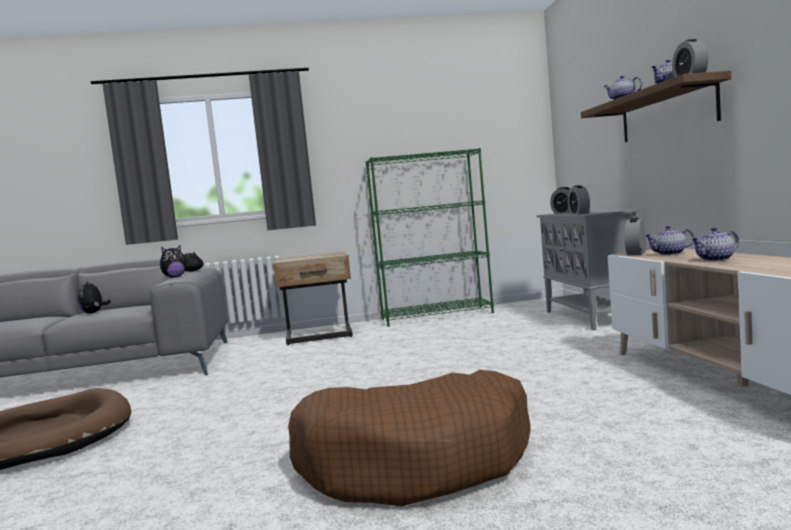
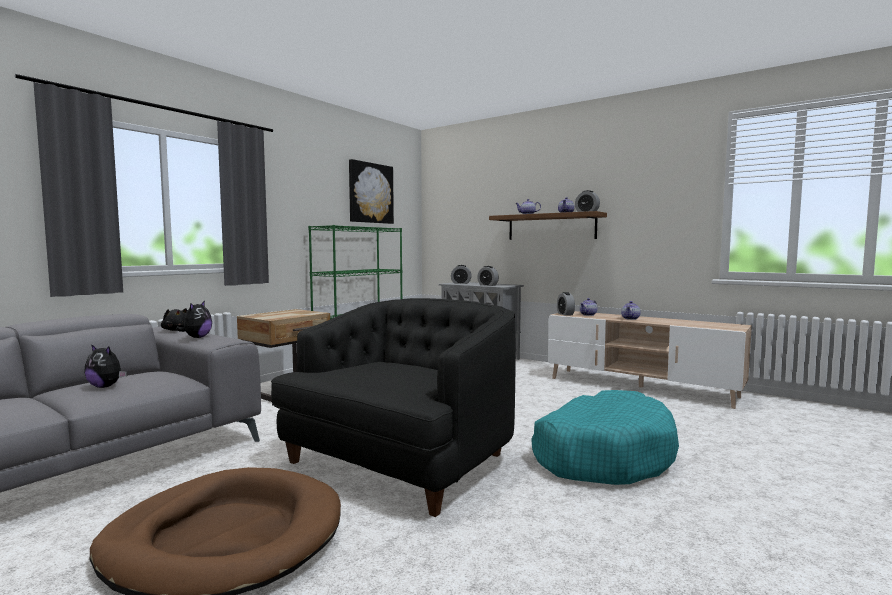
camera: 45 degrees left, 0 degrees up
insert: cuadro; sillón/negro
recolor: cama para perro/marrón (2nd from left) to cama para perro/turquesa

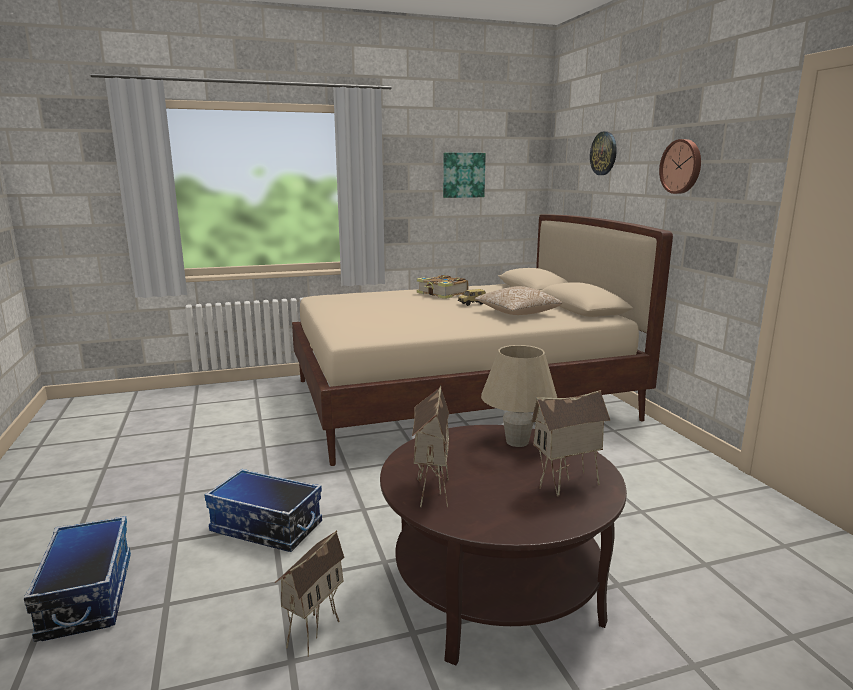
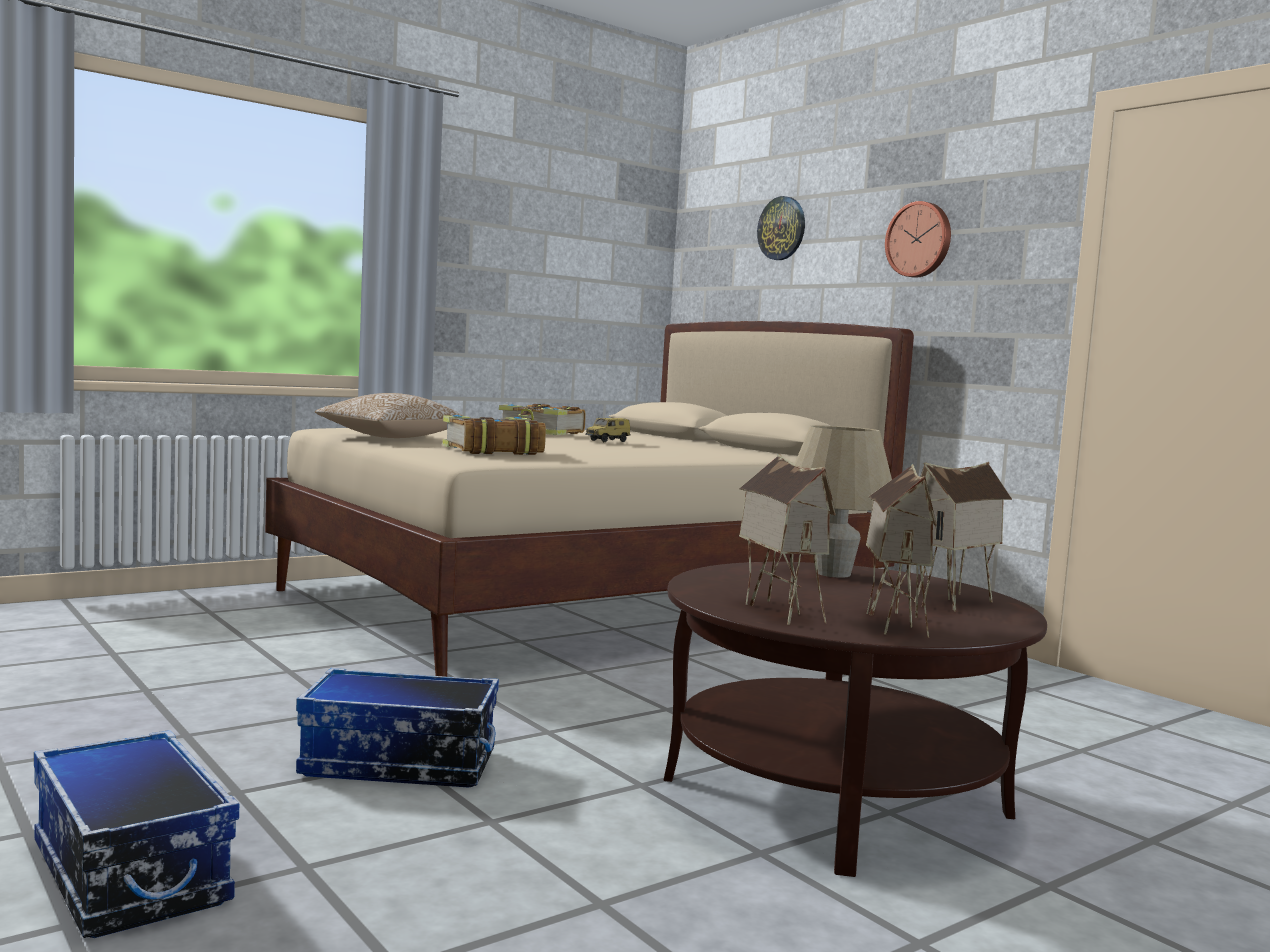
camera: 20 degrees left, 10 degrees down
delete: cuadro
insert: libro (1st from left)
move: cojín; casita (1st from left in the first image) to casita (2nd from left)

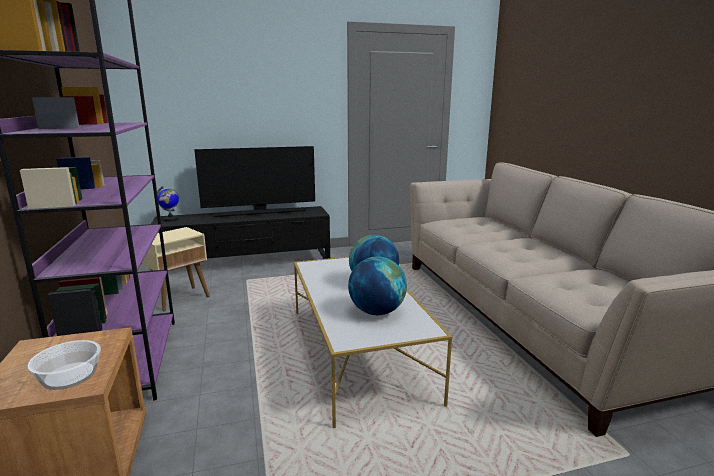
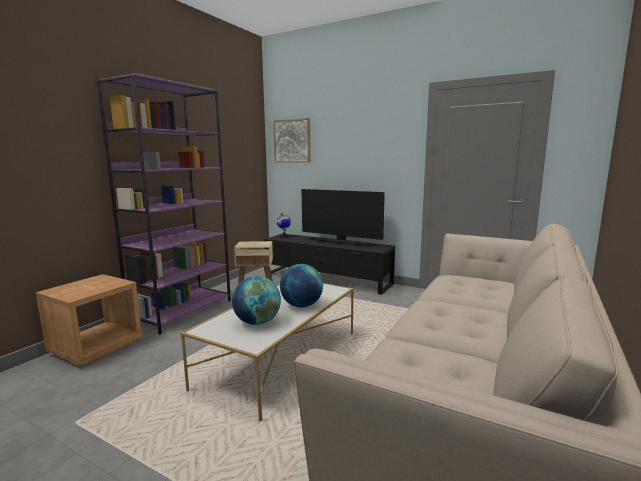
camera: 45 degrees right, 5 degrees down
delete: cuenco
insert: cuadro

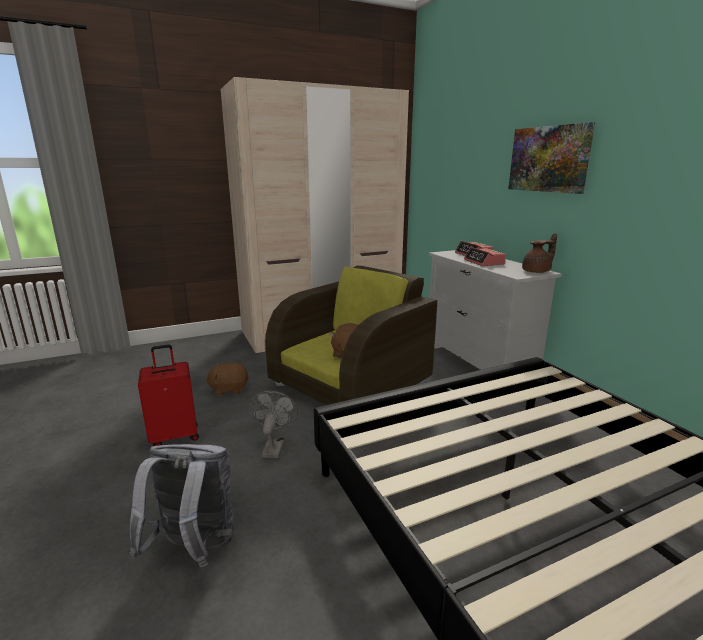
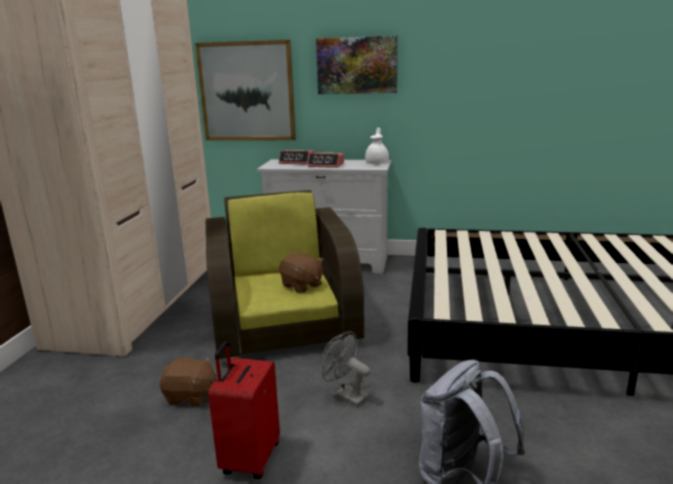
camera: 55 degrees left, 0 degrees up
insert: cuadro (1st from left)
recolor: tetera/marrón to tetera/blanco
rotate: peluche/marrón (1st from left) 105 degrees counterclockwise

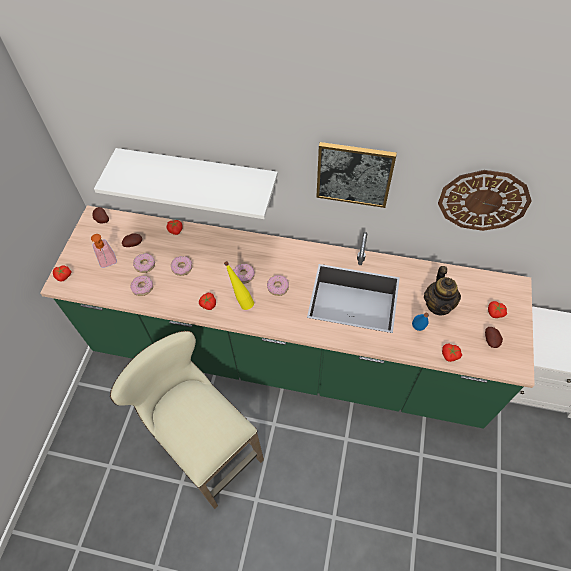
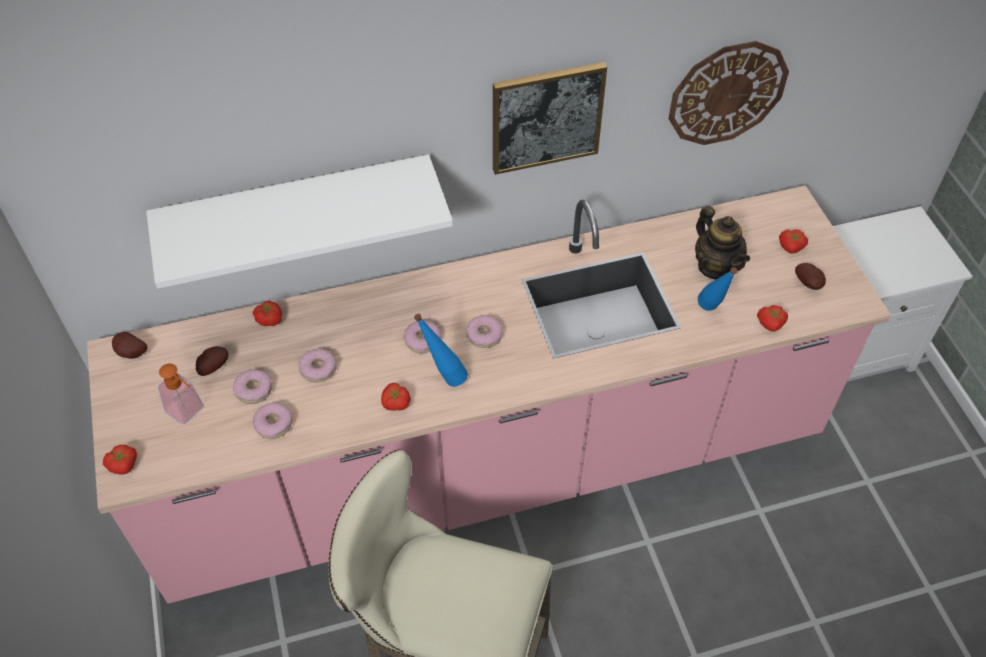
camera: 30 degrees left, 5 degrees down
recolor: mueble bajo de cocina/verde to mueble bajo de cocina/rosa; botella/amarillo to botella/azul (1st from left)

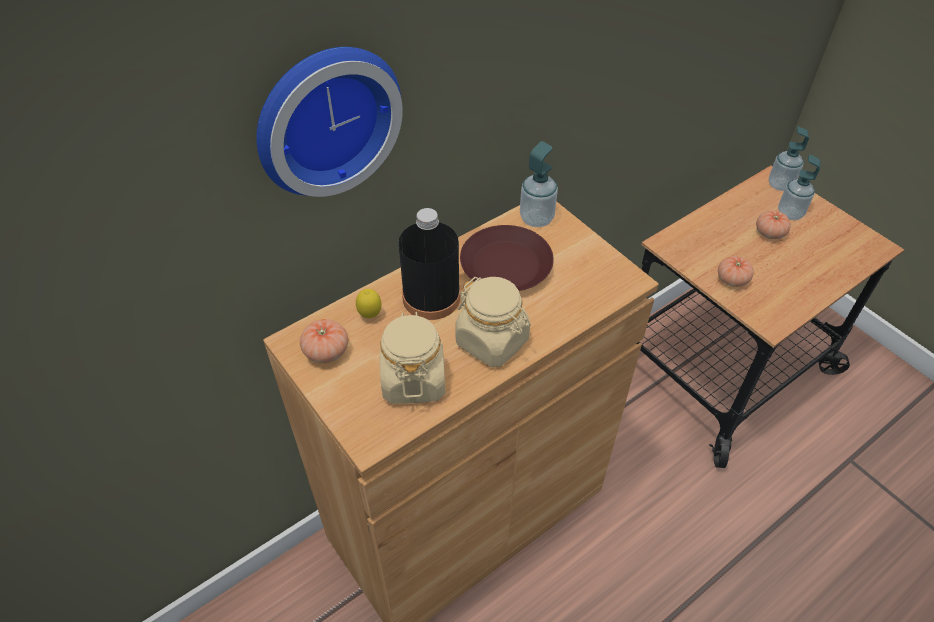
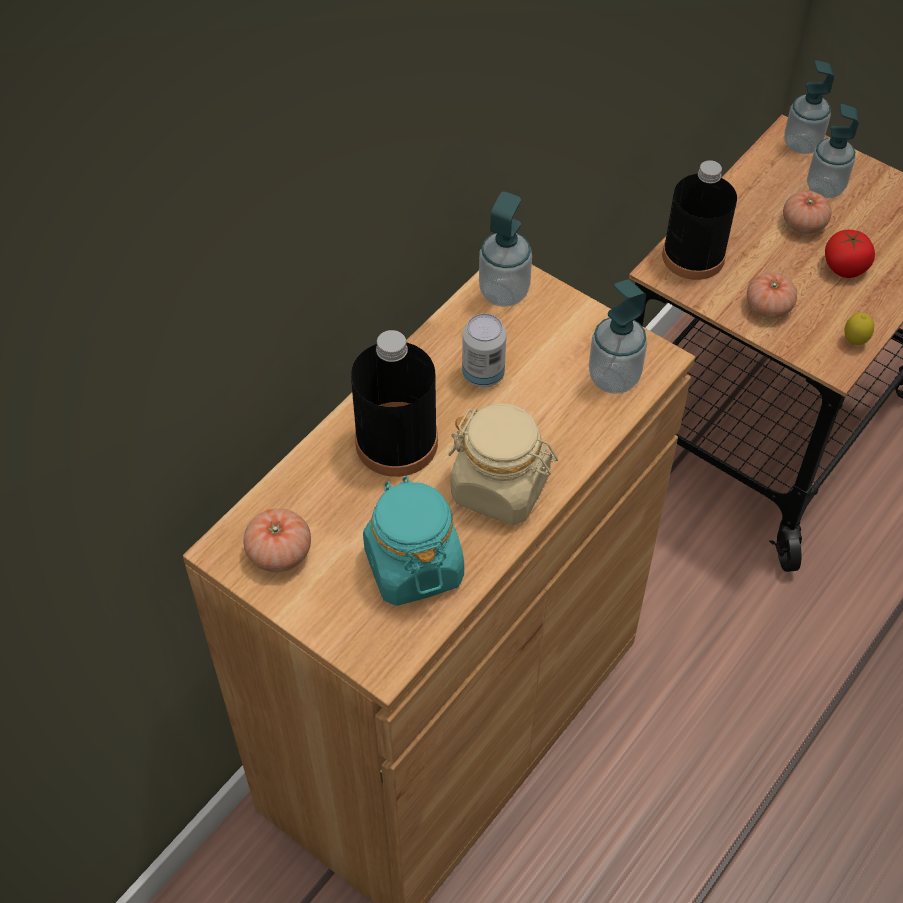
camera: 15 degrees left, 5 degrees up
delete: reloj de pared
insert: botella/negro (2nd from left); tomate (4th from left); dispensador de jabón (2nd from left)
move: limón
replace: plato/marrón to lata
recolor: tarro/beis (1st from left) to tarro/turquesa

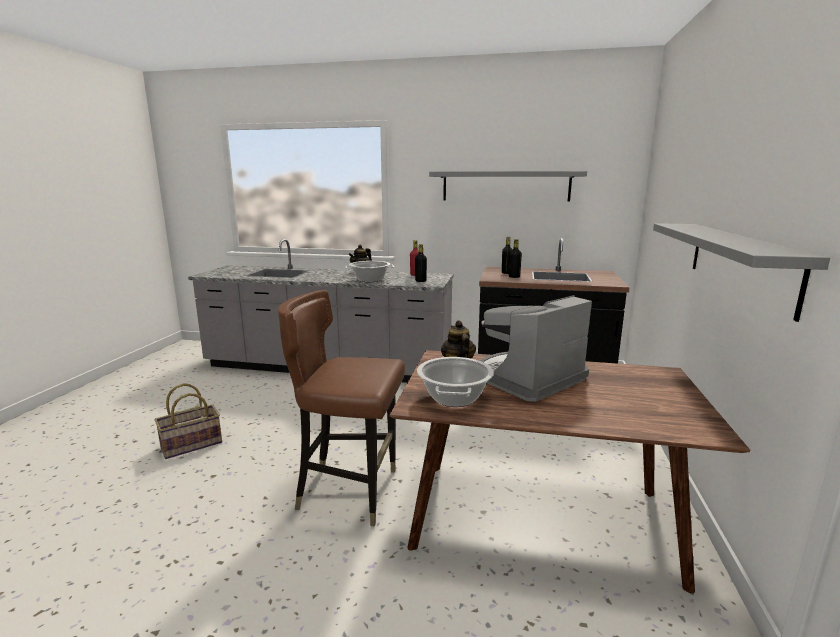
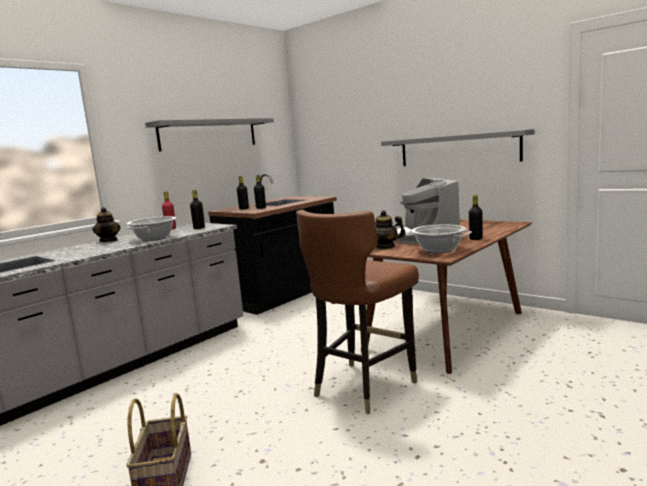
camera: 60 degrees left, 5 degrees down
insert: botella/negro (4th from left)

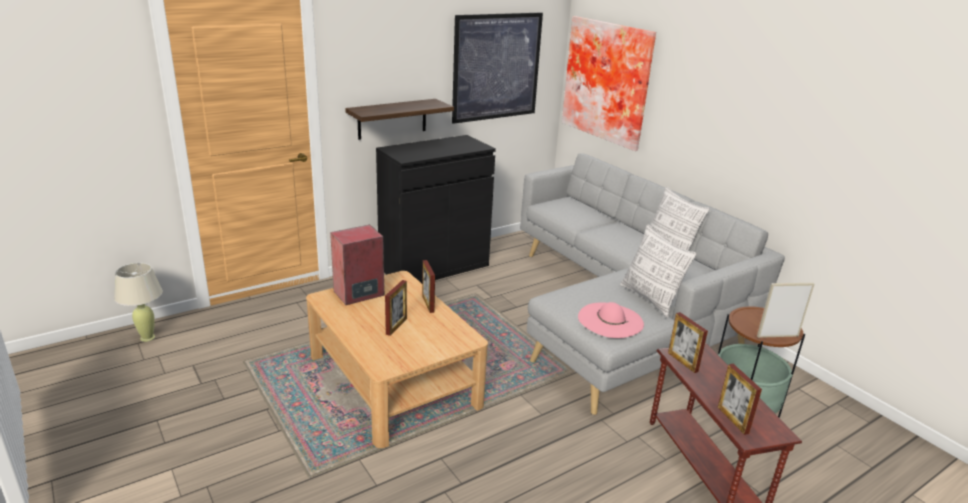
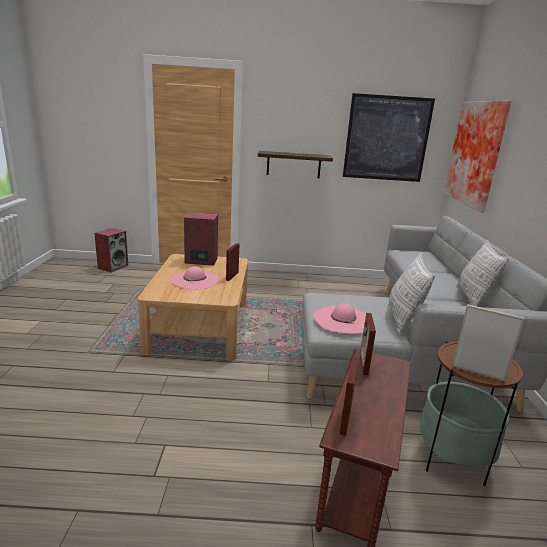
camera: 35 degrees right, 5 degrees down
delete: armario/negro
replace: lámpara de mesa/beis to altavoz (1st from left); portarretratos (1st from left) to sombrero/rosa (1st from left)

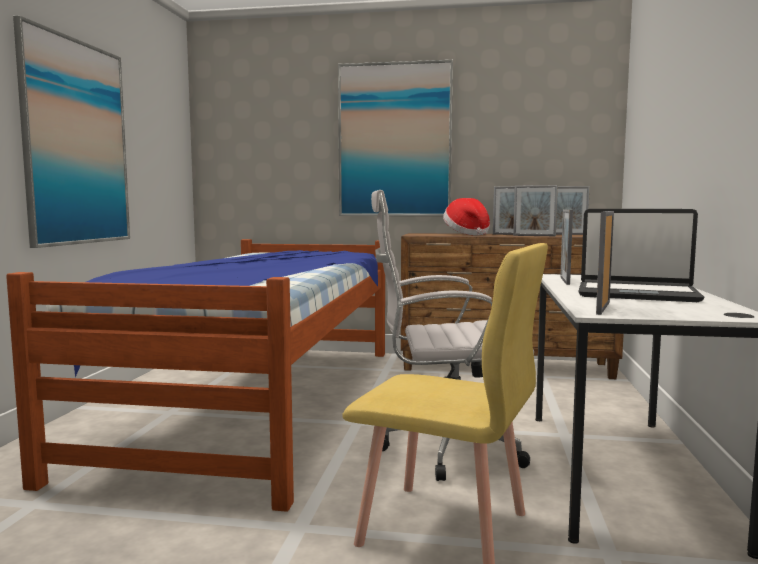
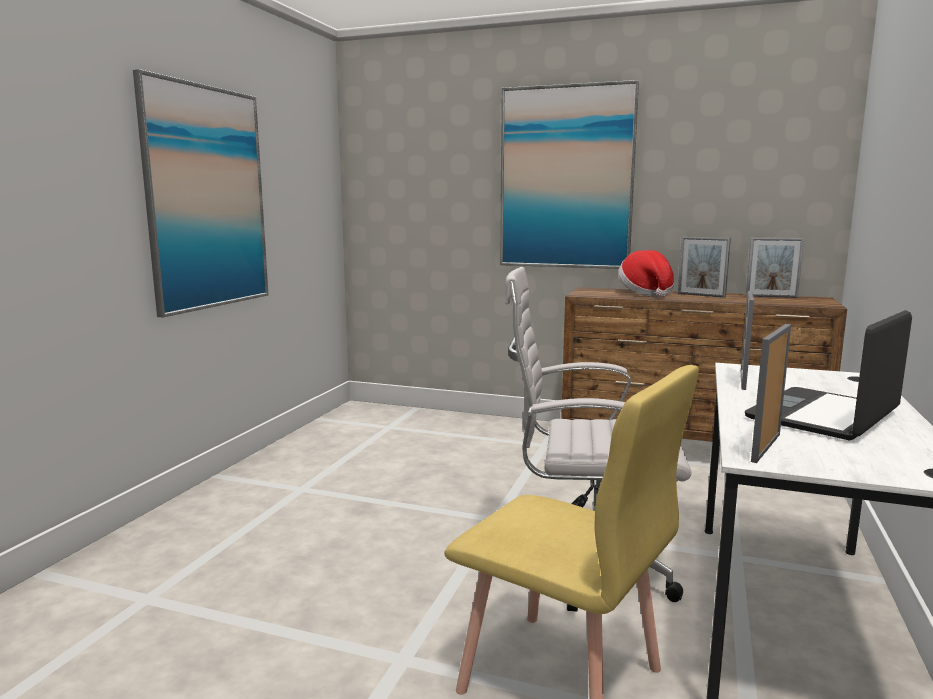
camera: 10 degrees right, 5 degrees up
delete: portarretratos (2nd from left); cama
rotate: portátil 105 degrees clockwise

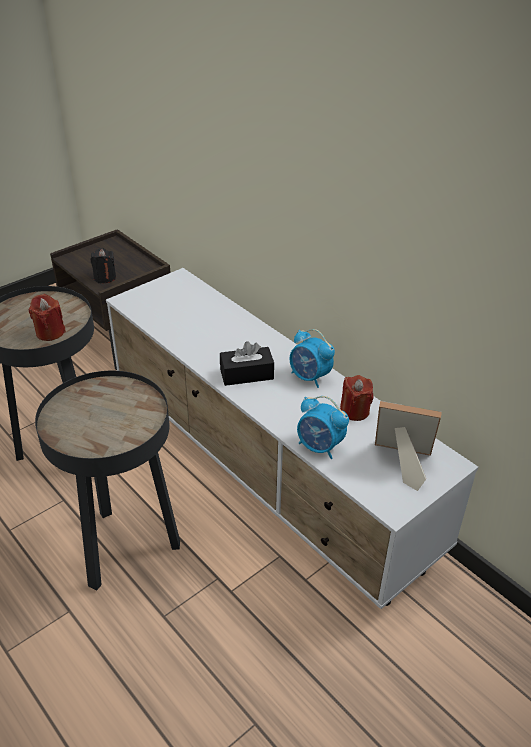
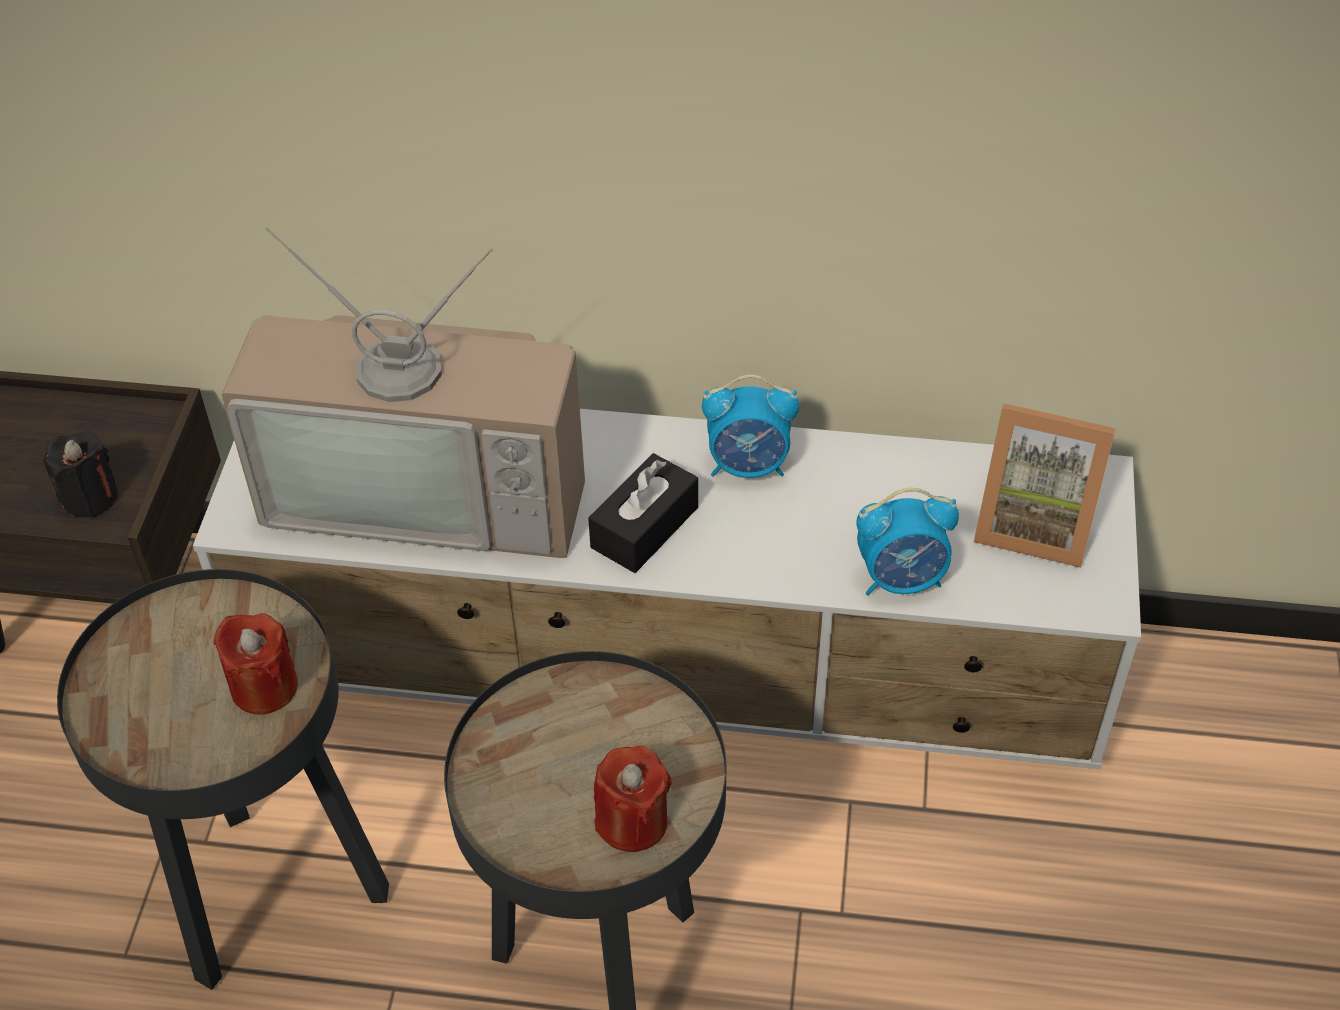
camera: 40 degrees left, 10 degrees up
insert: televisor
move: vela/rojo (2nd from left)
rotate: portarretratos 135 degrees counterclockwise

